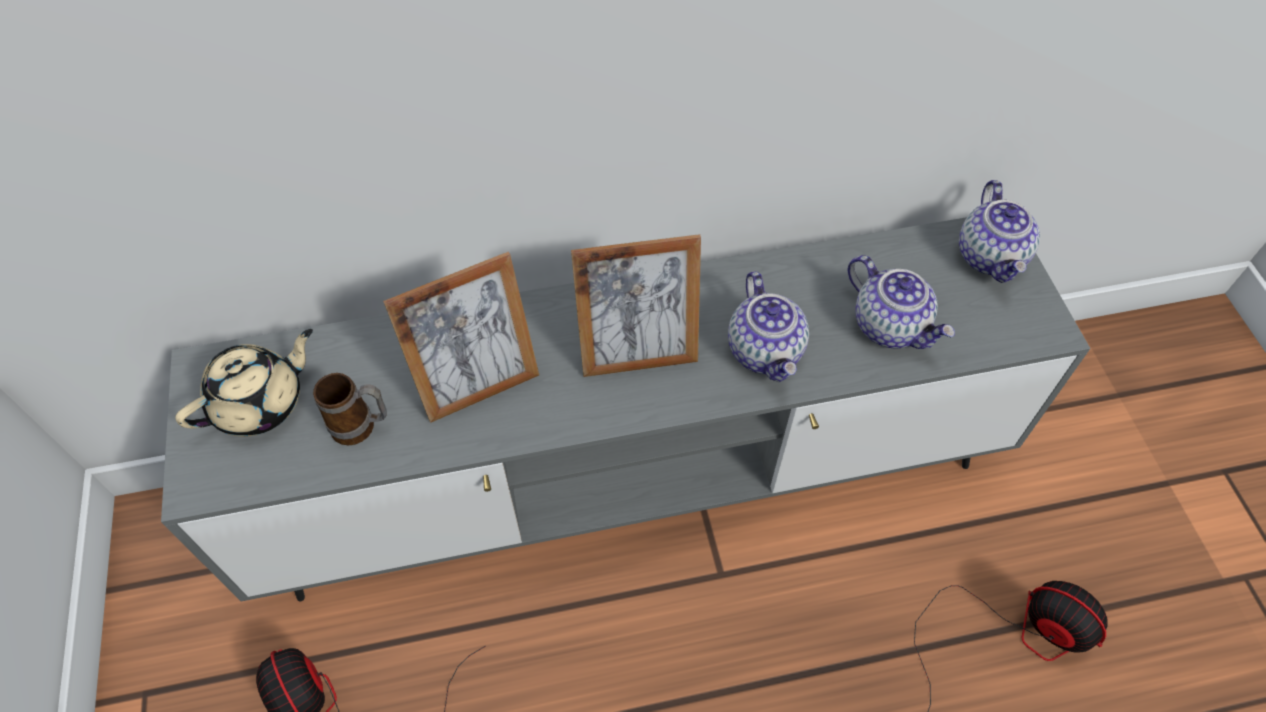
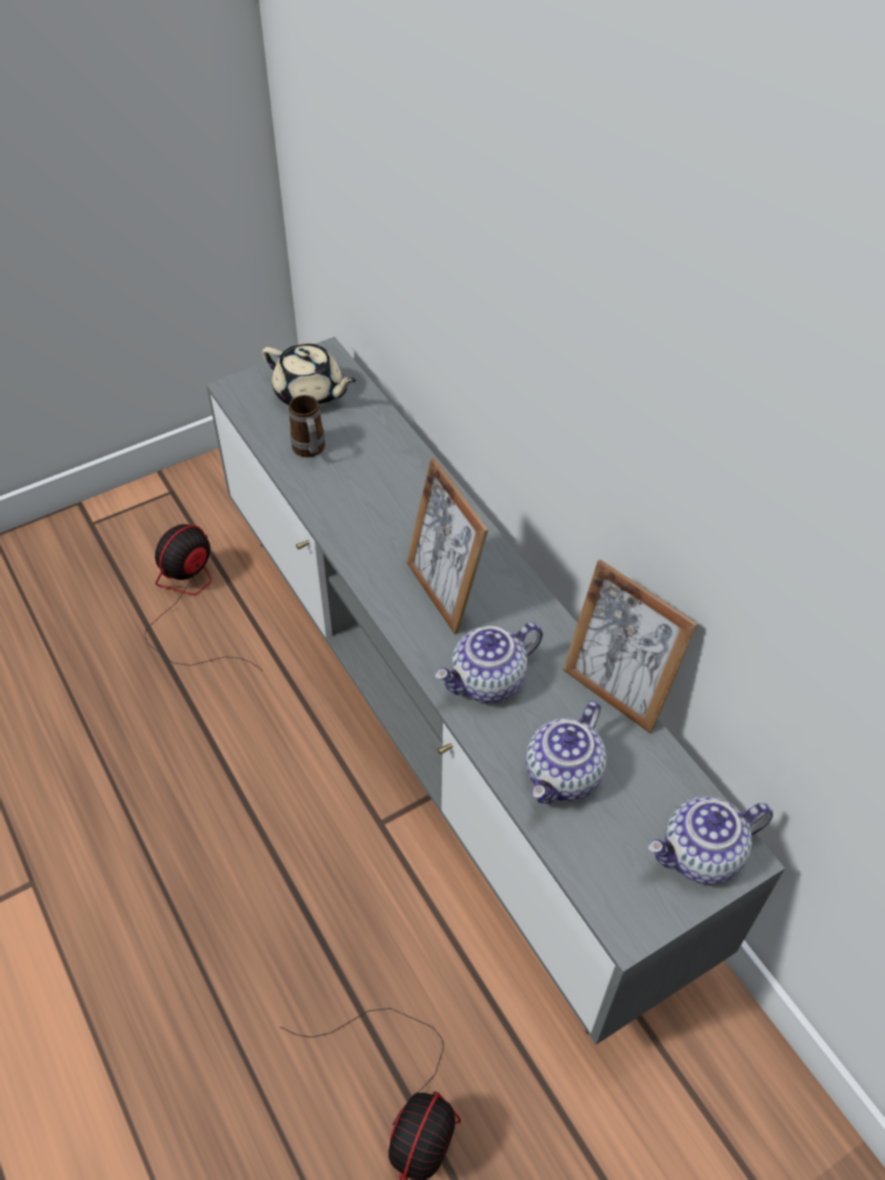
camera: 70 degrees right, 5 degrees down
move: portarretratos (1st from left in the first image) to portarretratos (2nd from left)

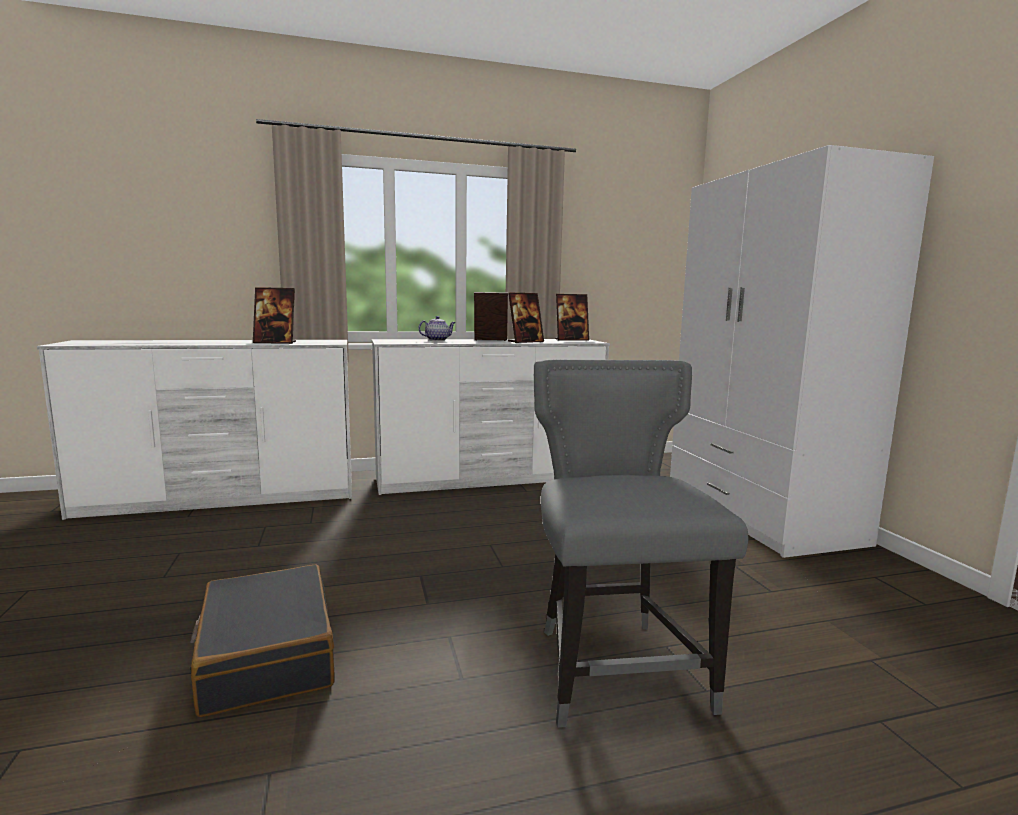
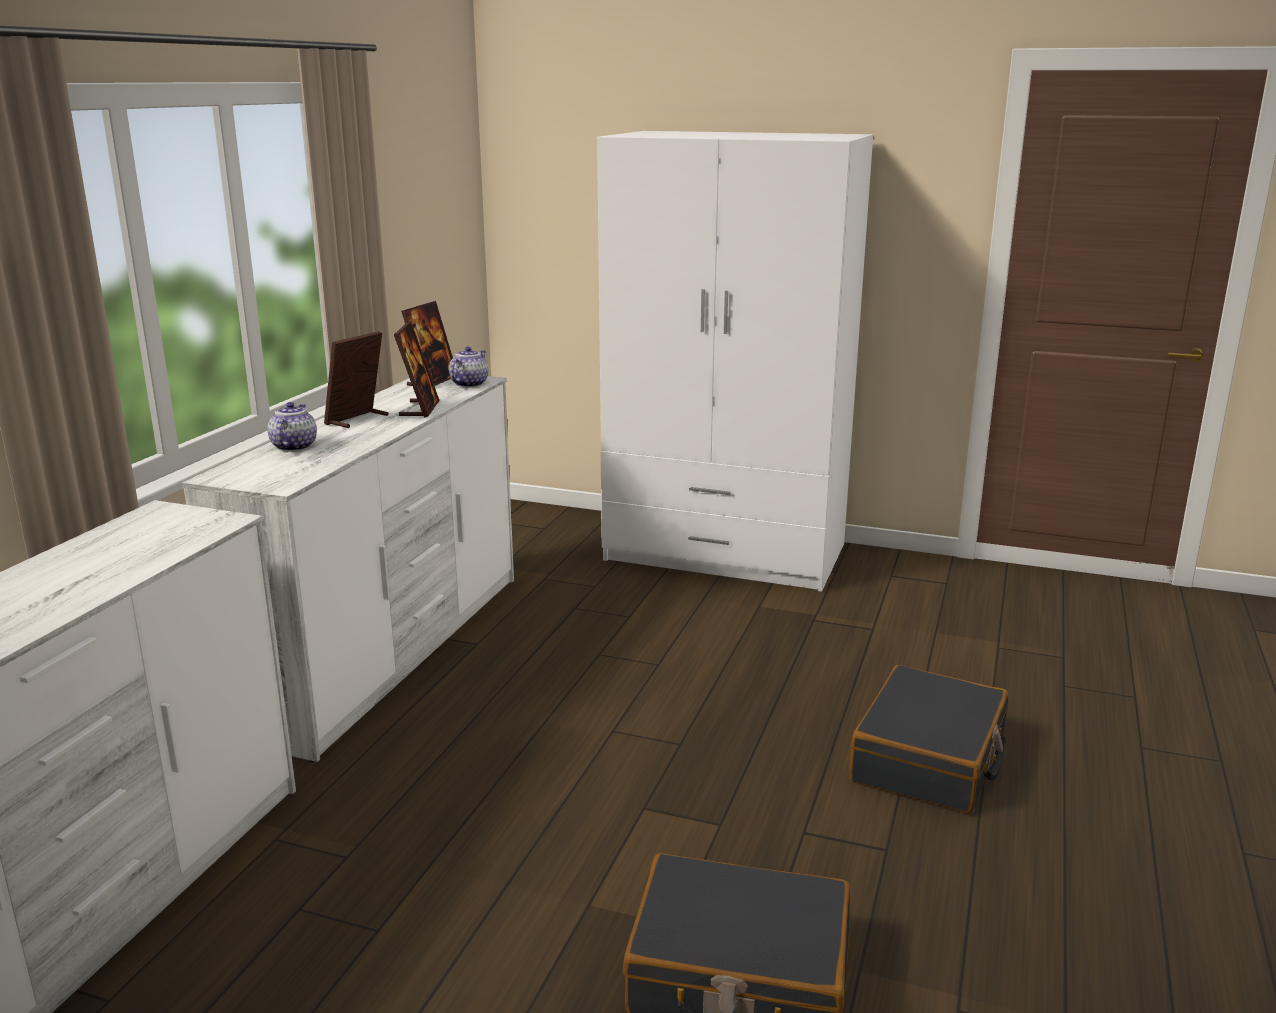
camera: 55 degrees left, 10 degrees up
delete: portarretratos (1st from left)
insert: tetera (2nd from left)
replace: silla/gris to maleta/negro (2nd from left)

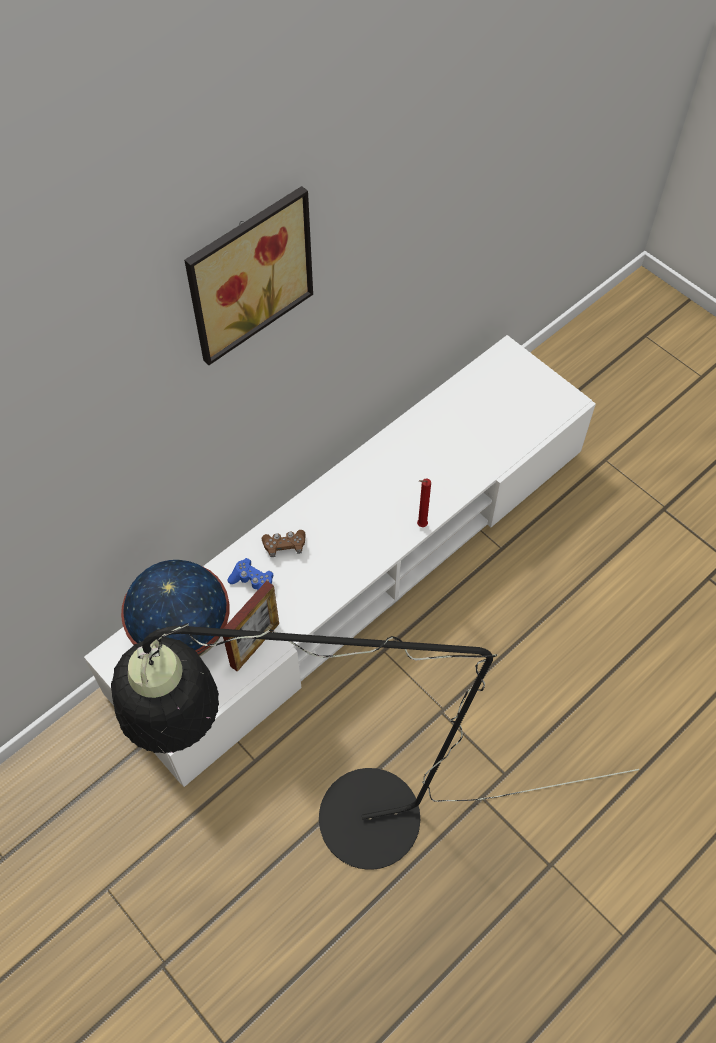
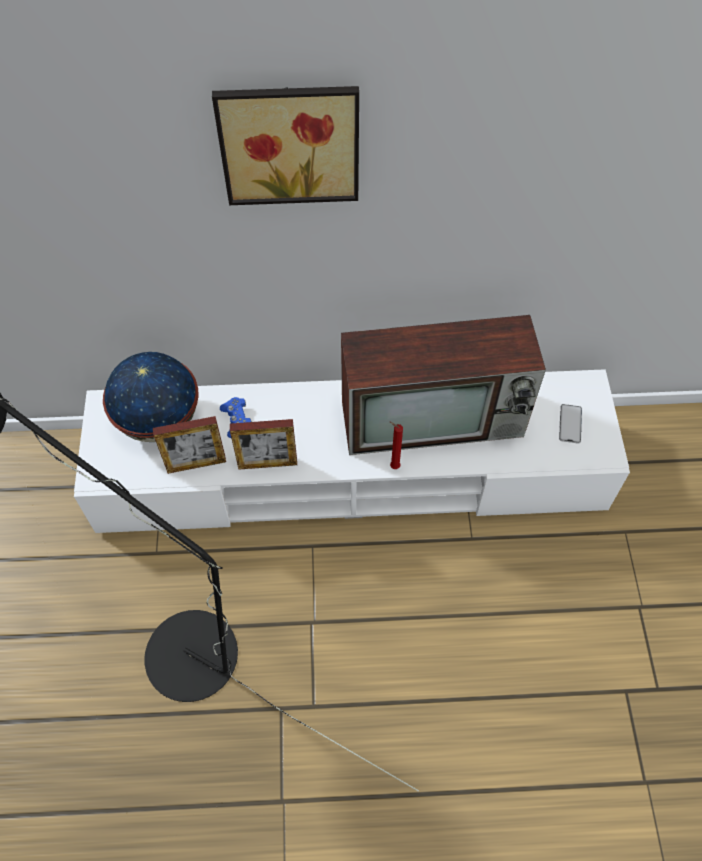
camera: 40 degrees right, 0 degrees up
delete: mando de consola/marrón
insert: televisor; móvil; portarretratos (2nd from left)

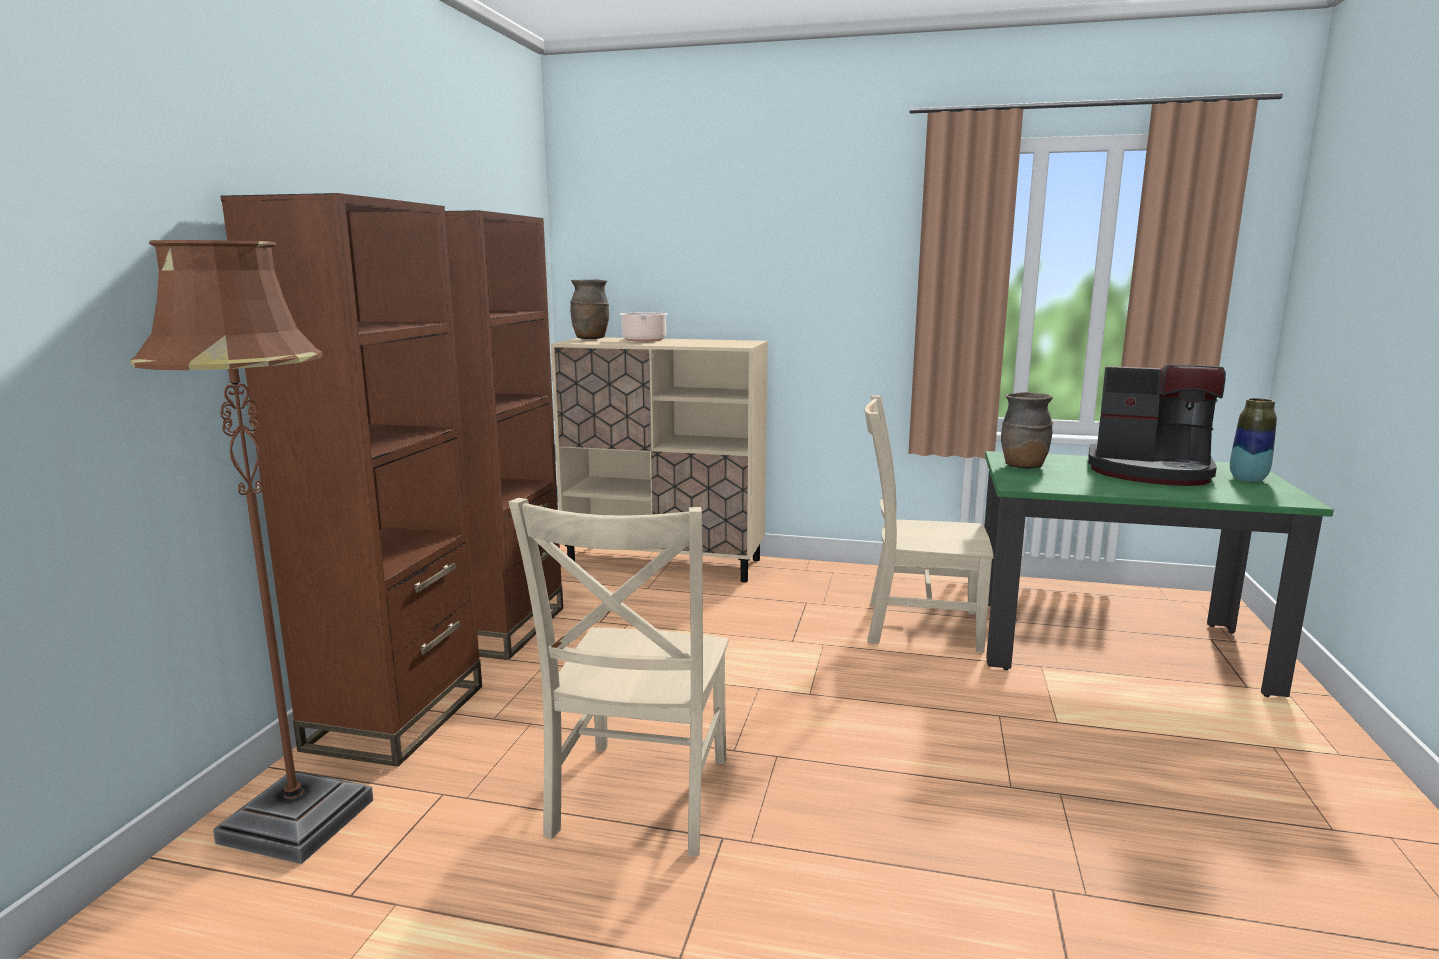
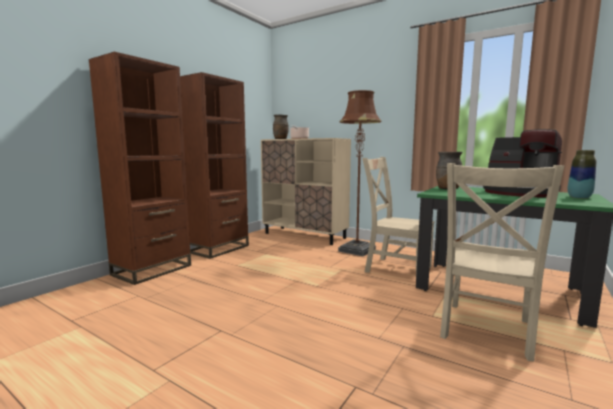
camera: 20 degrees right, 5 degrees down
move: lámpara de pie/marrón; silla/beis (1st from left in the first image) to silla/beis (2nd from left)

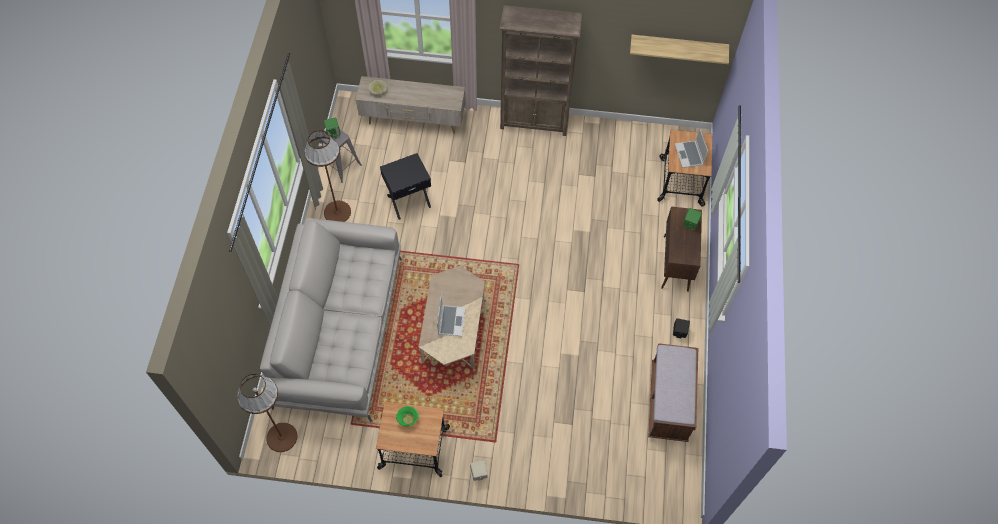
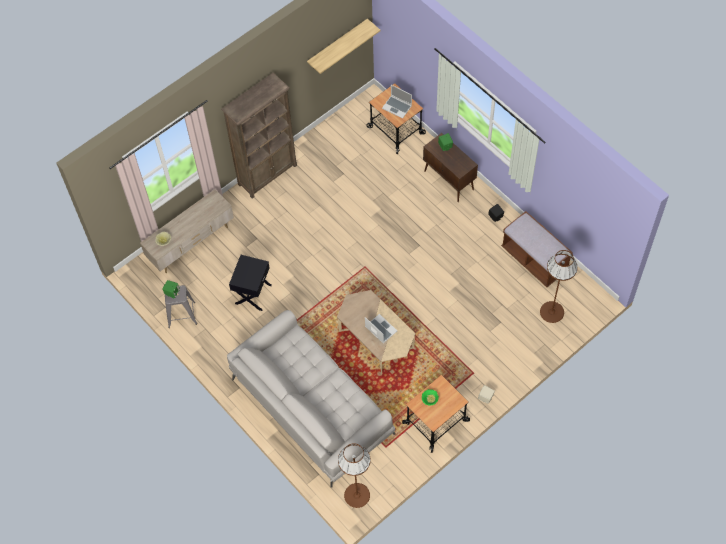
camera: 45 degrees left, 0 degrees up
move: lámpara de pie/marrón (2nd from left)

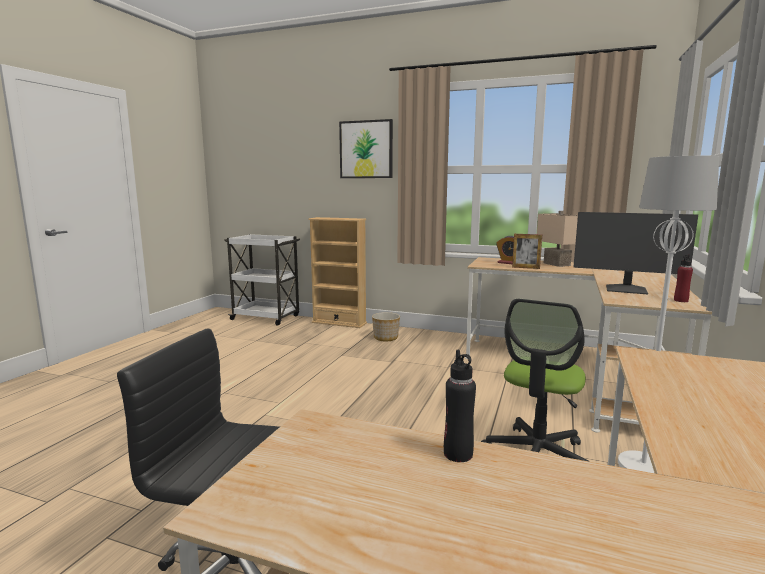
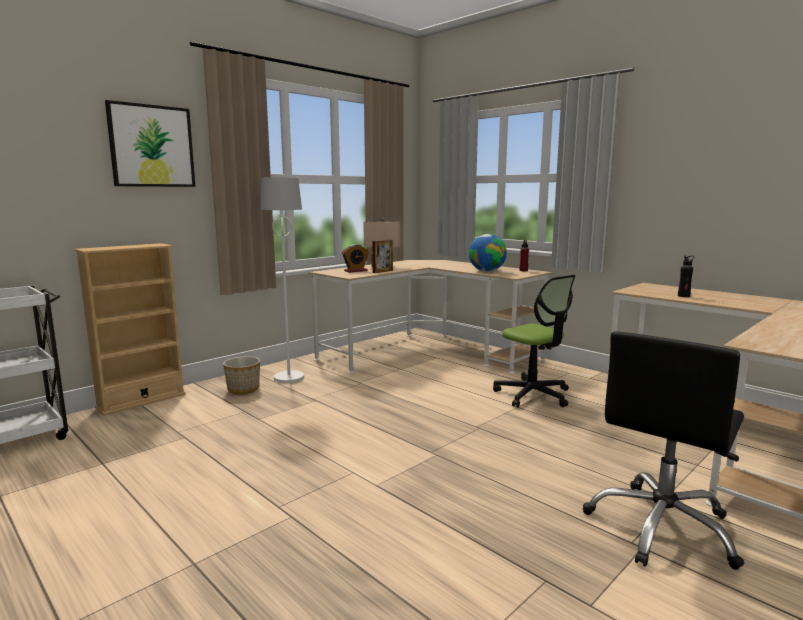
camera: 65 degrees left, 0 degrees up
move: lámpara de pie/blanco; botella/negro
replace: monitor to globo terráqueo

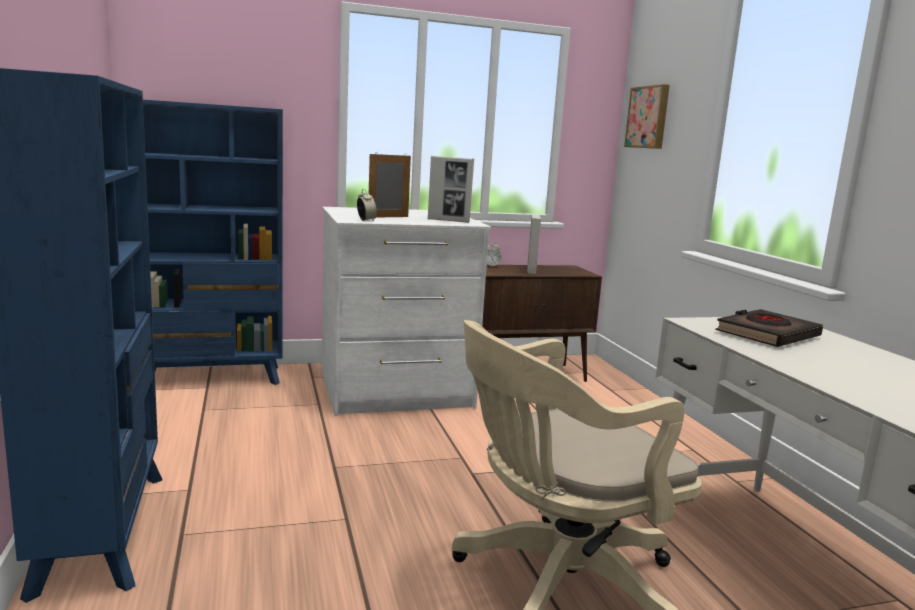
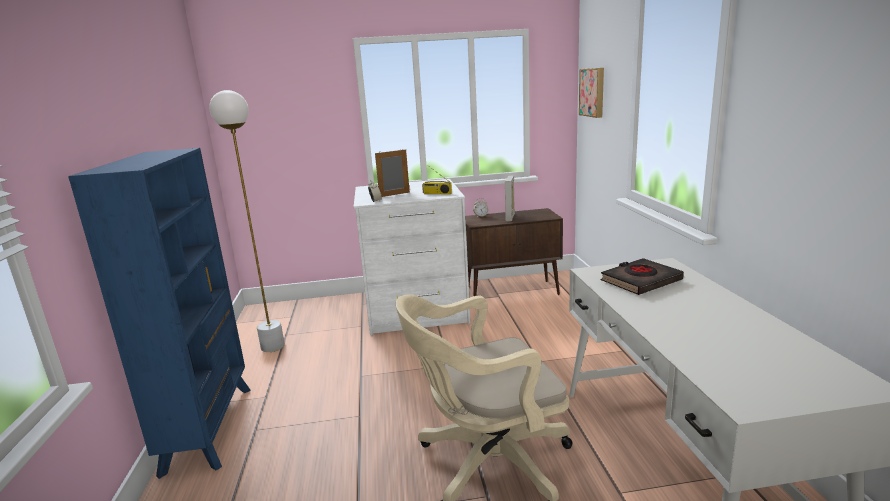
camera: 10 degrees right, 5 degrees up
delete: estantería/azul (2nd from left)
insert: lámpara de pie/blanco
replace: portarretratos (2nd from left) to radio

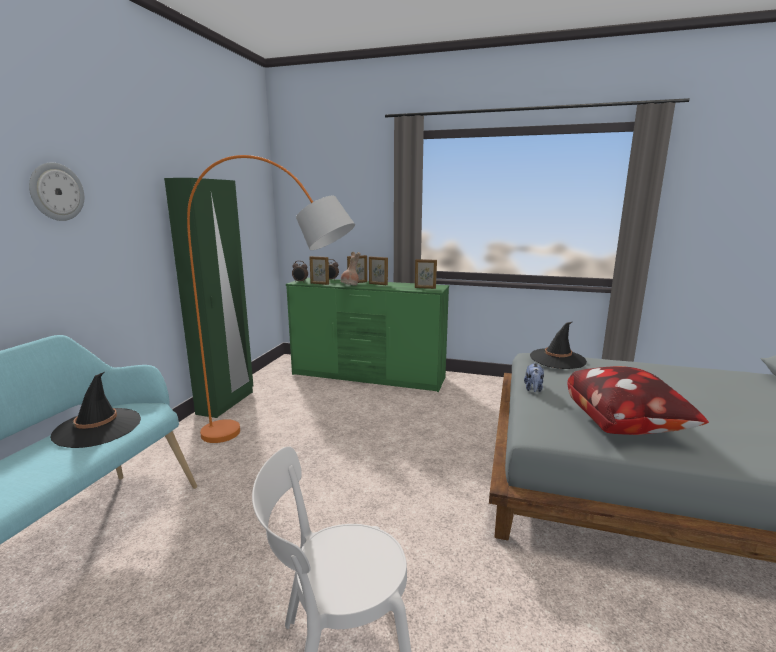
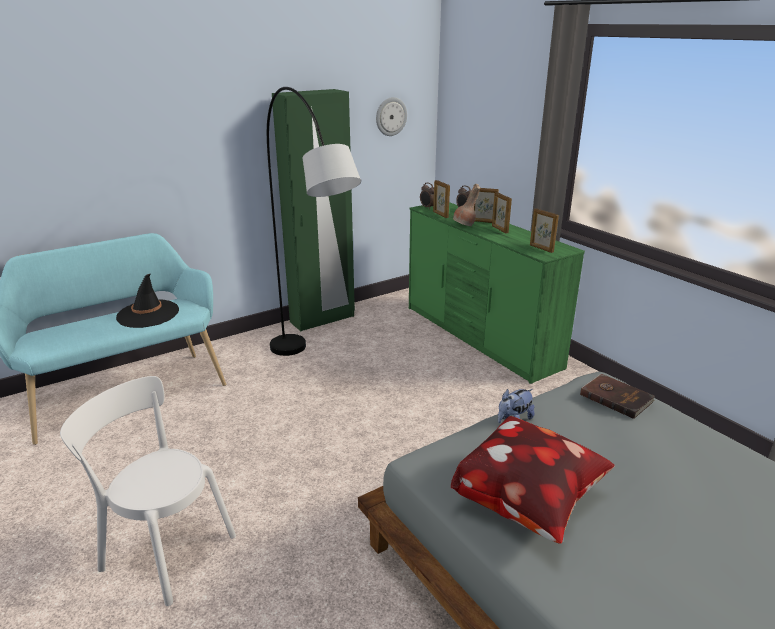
camera: 40 degrees right, 10 degrees up
move: reloj de pared
replace: sombrero/negro (2nd from left) to libro/marrón
recolor: lámpara de pie/naranja to lámpara de pie/gris

